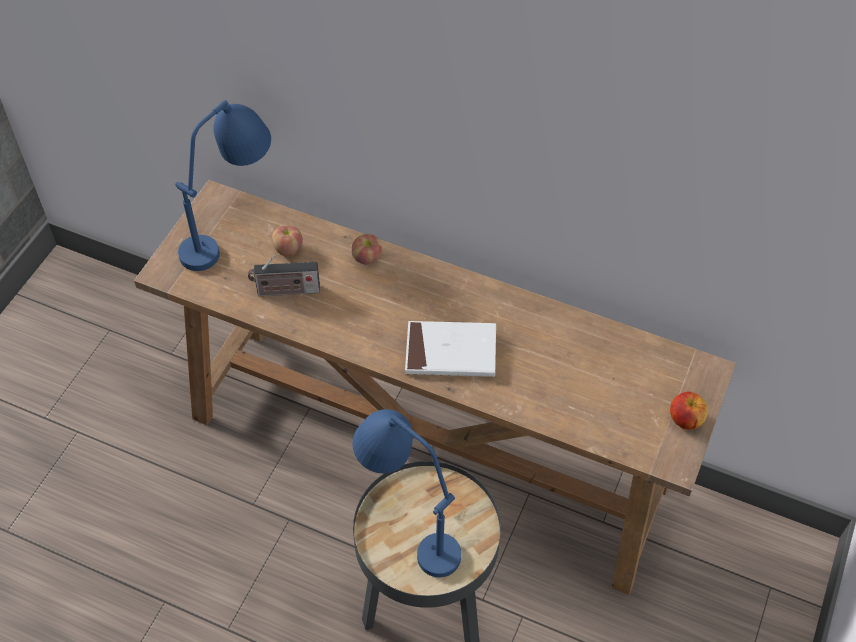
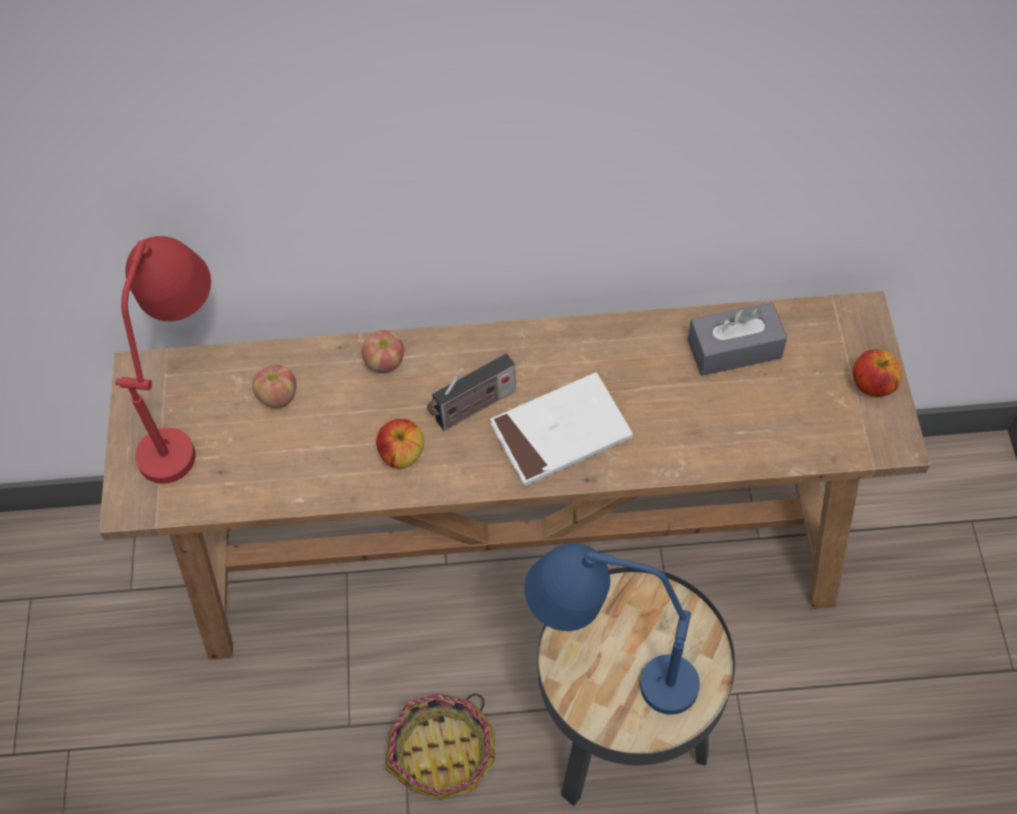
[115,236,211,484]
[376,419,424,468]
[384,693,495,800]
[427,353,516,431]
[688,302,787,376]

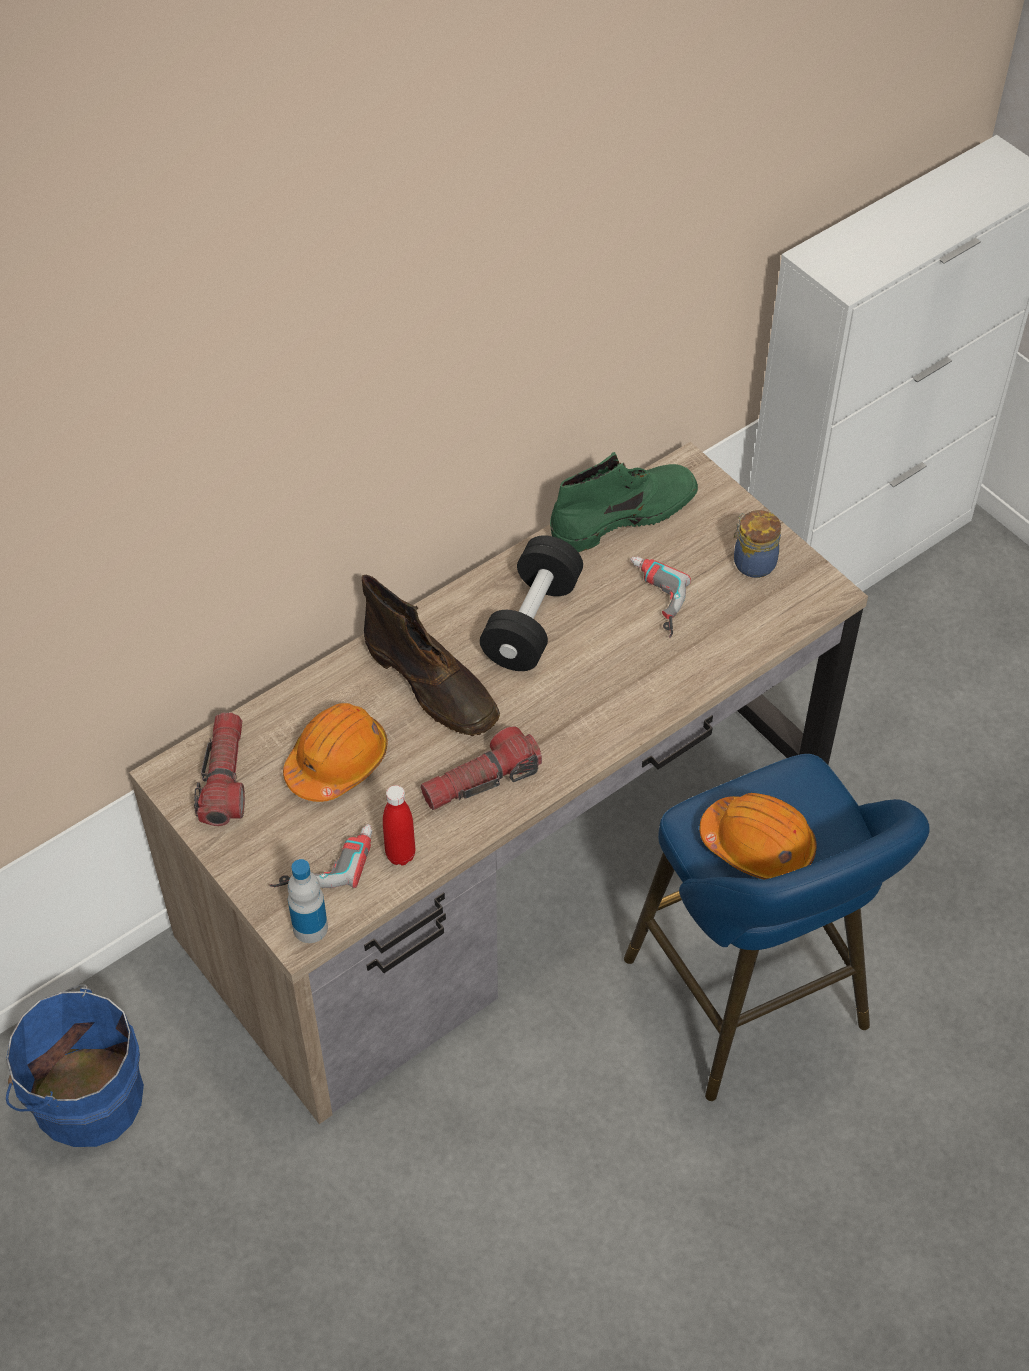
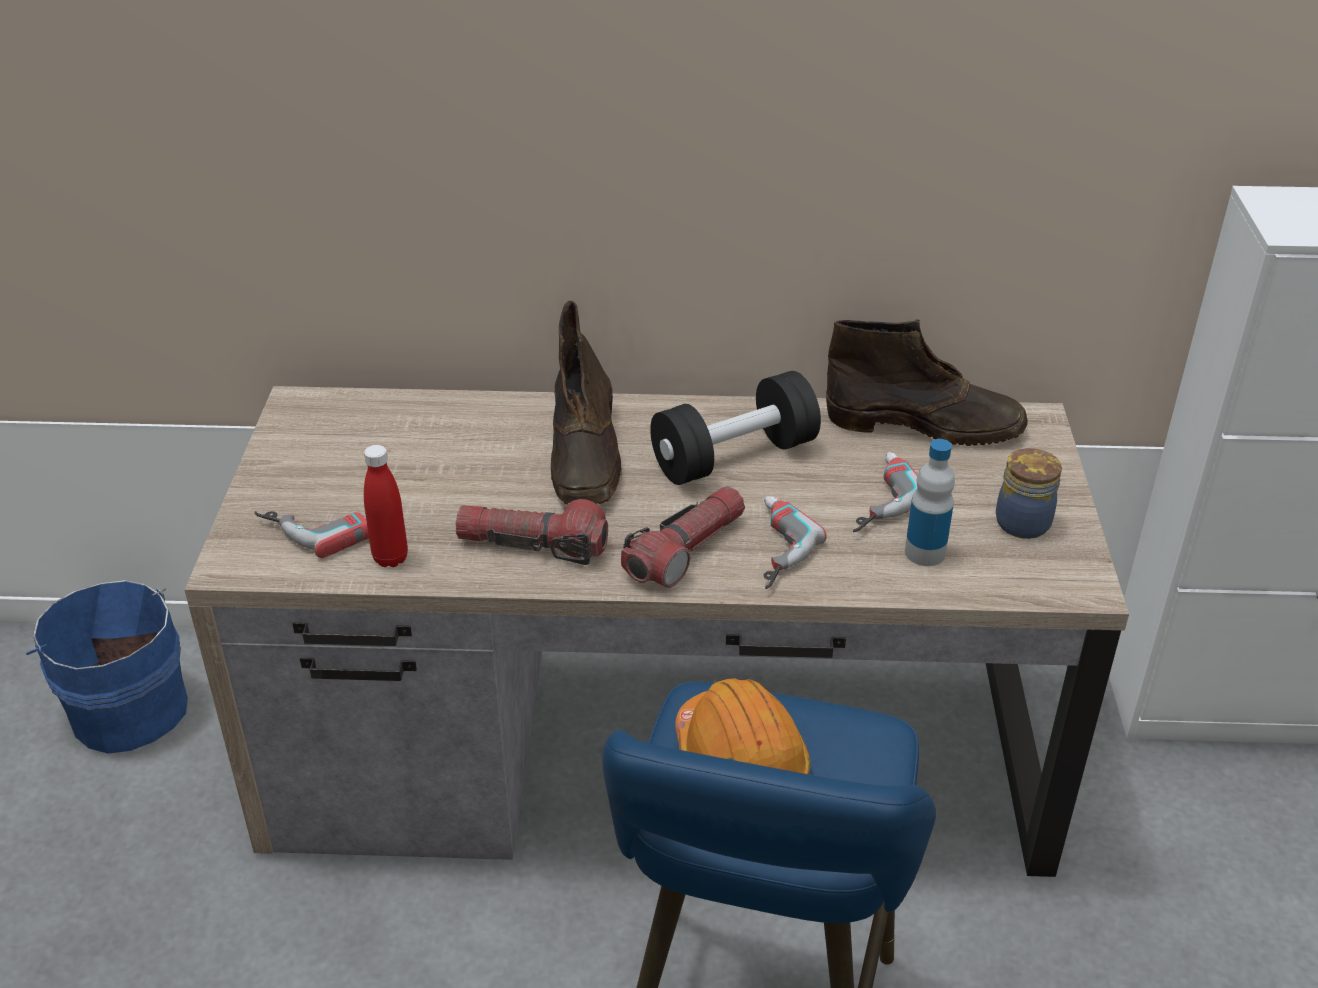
[621,486,745,588]
[763,496,826,589]
[826,319,1028,446]
[905,439,955,566]
[283,703,388,802] (first image)

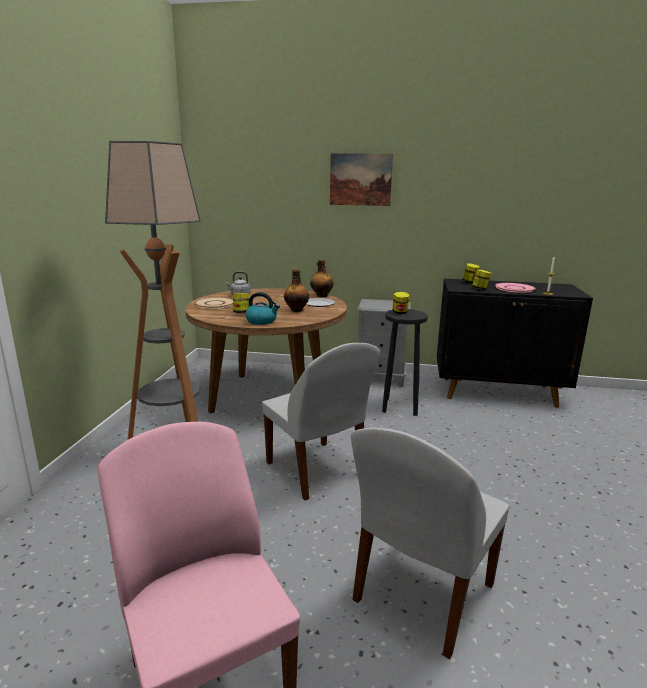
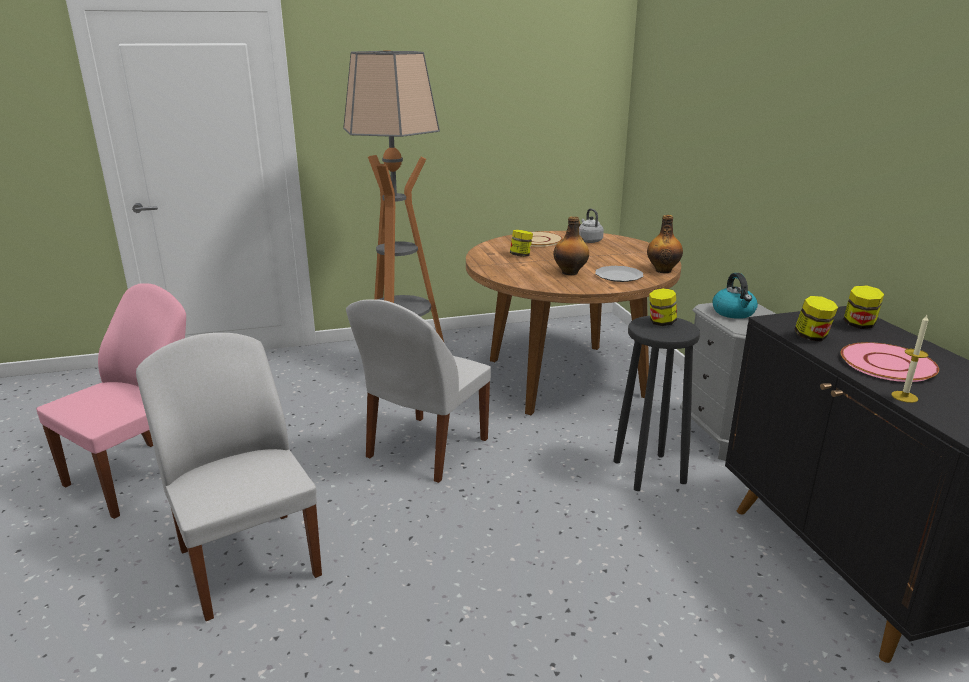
[136,333,322,621]
[713,273,758,319]
[330,153,393,206] (first image)

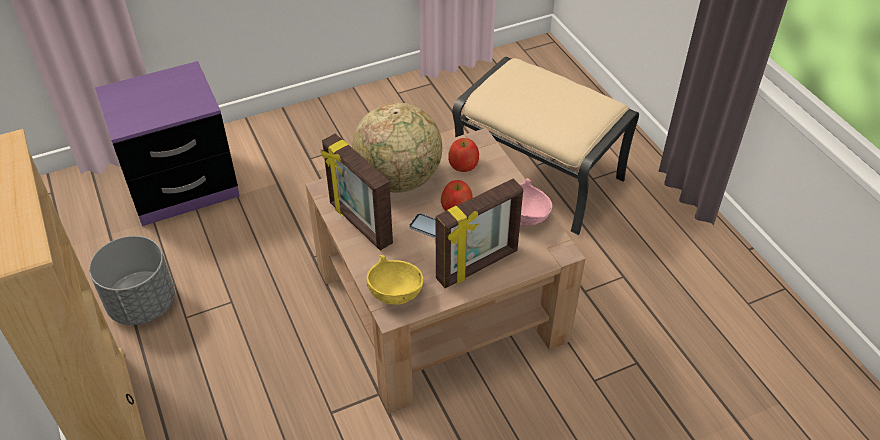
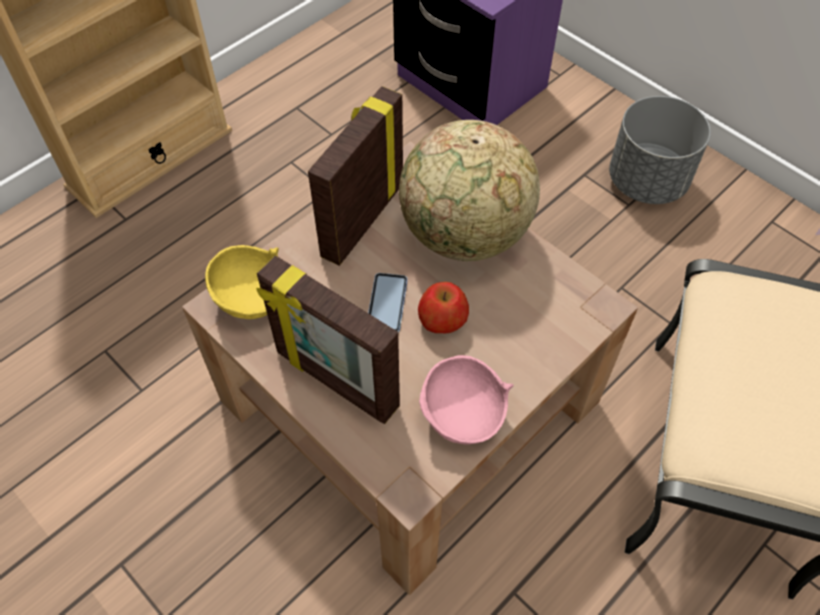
[609,96,711,204]
[448,138,479,172] (first image)

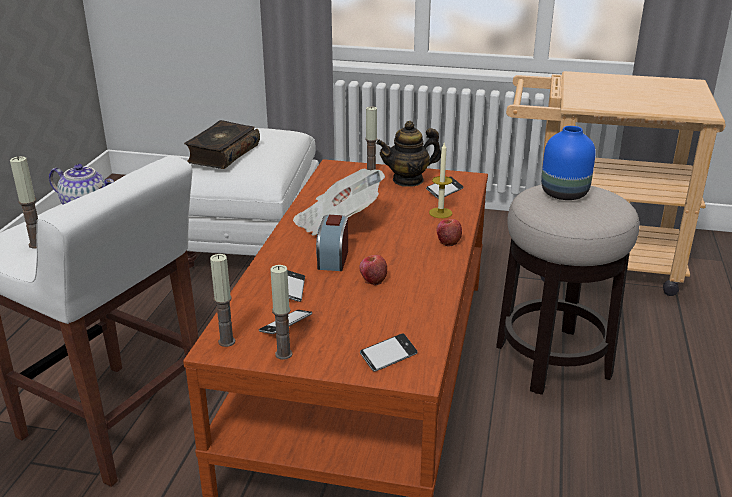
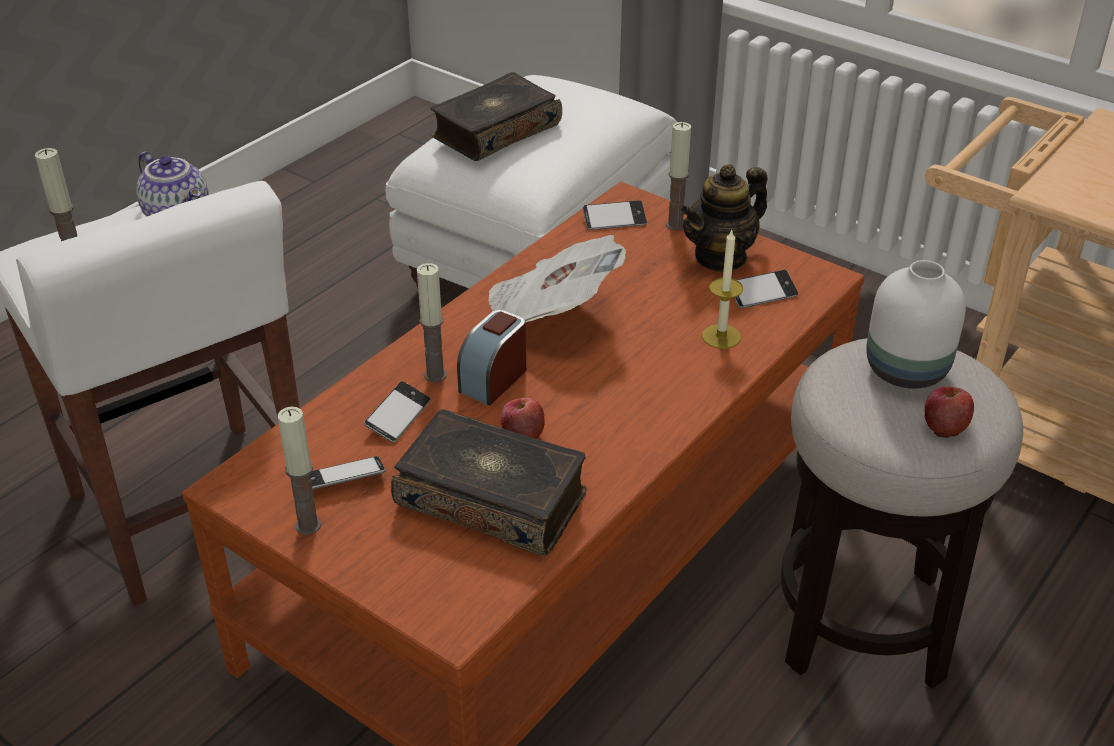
[391,409,587,556]
[417,263,447,383]
[583,200,647,230]
[680,164,768,272]
[866,260,966,389]
[924,387,974,438]

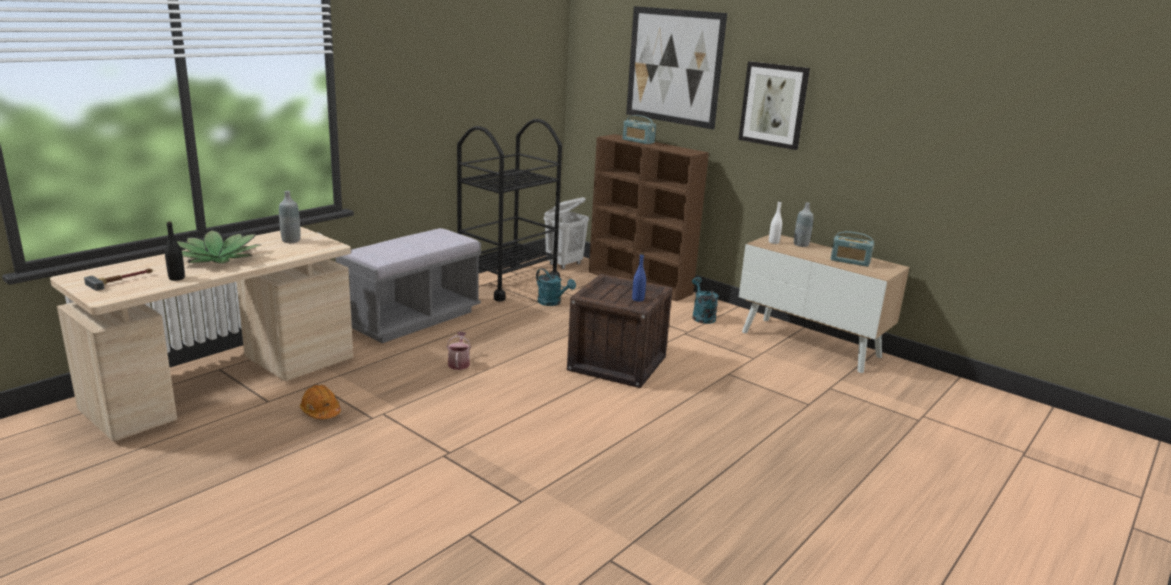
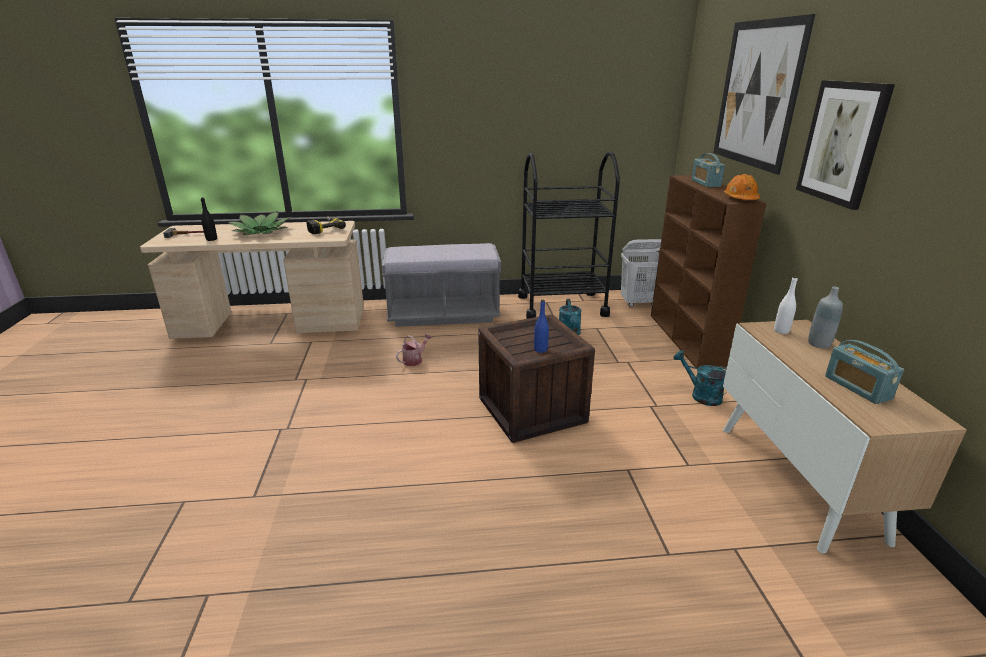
[306,216,346,234]
[673,350,727,406]
[724,174,760,200]

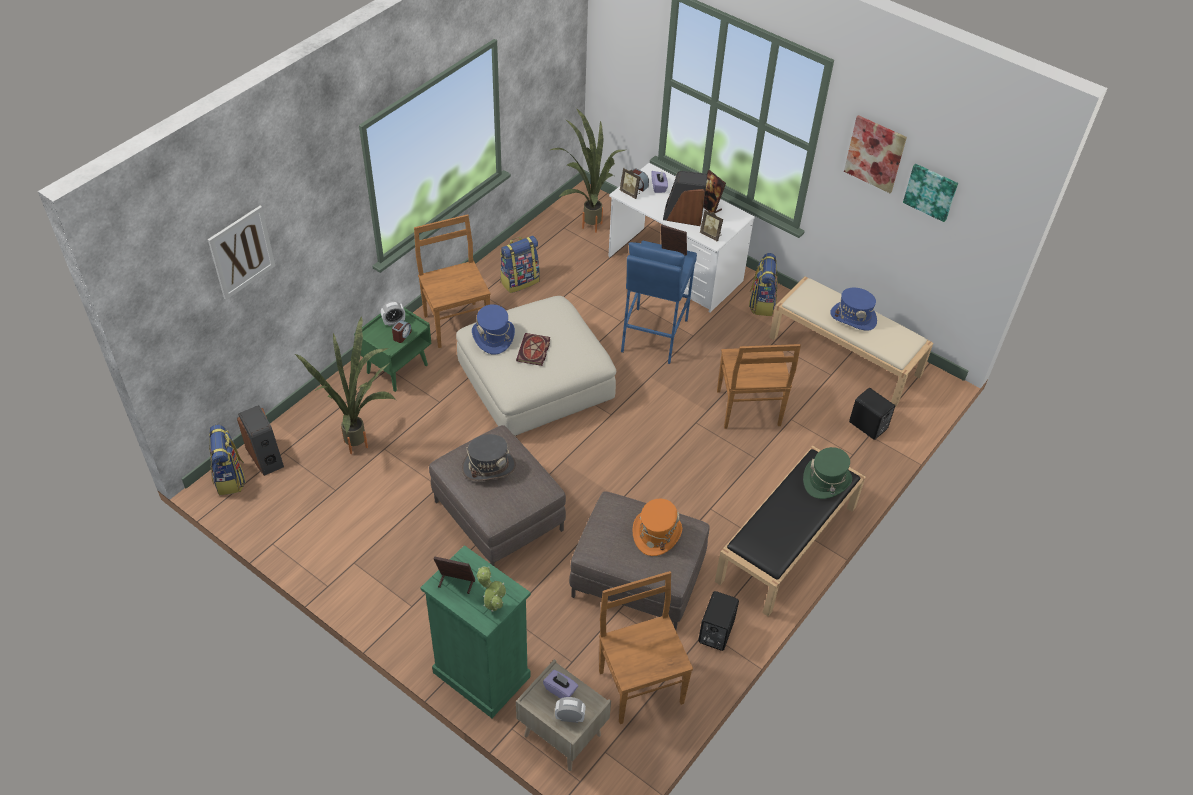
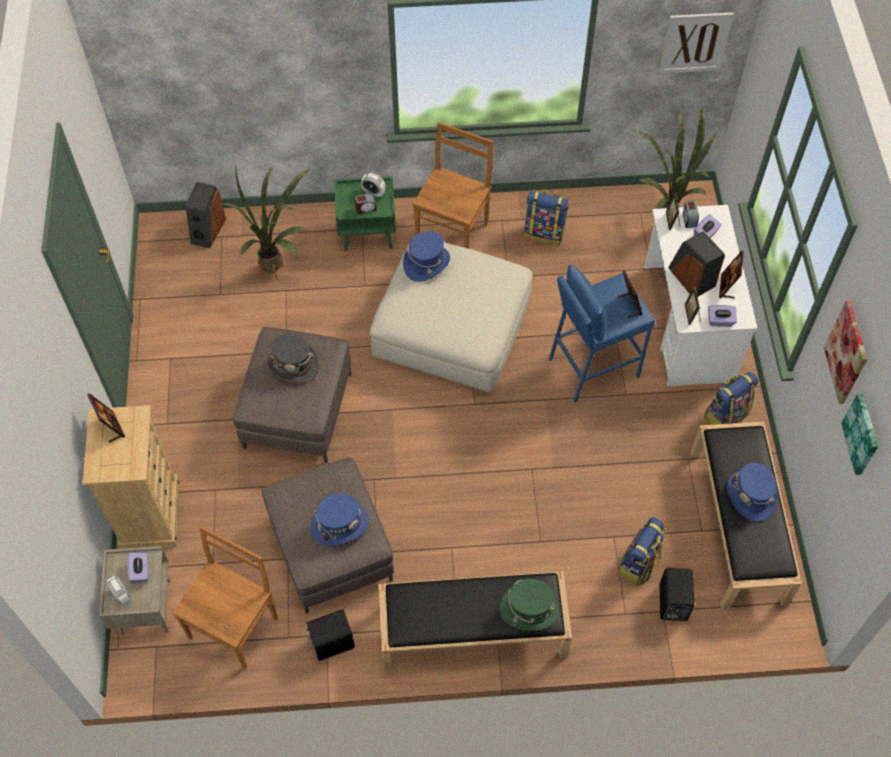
[83,405,179,549]
[311,493,369,545]
[618,517,666,586]
[659,12,734,73]
[691,421,802,610]
[708,305,737,327]
[477,566,506,612] (first image)
[516,333,550,366] (first image)
[717,344,801,429] (first image)

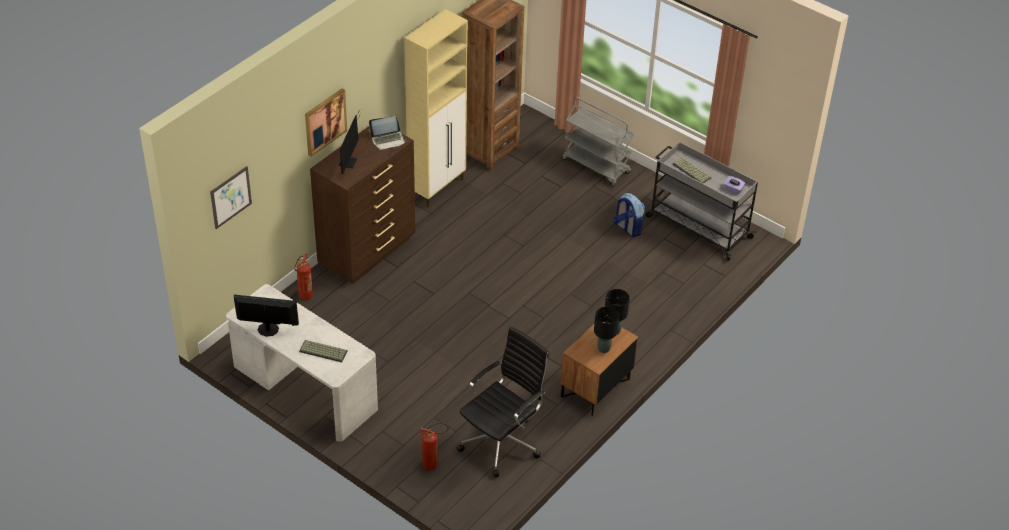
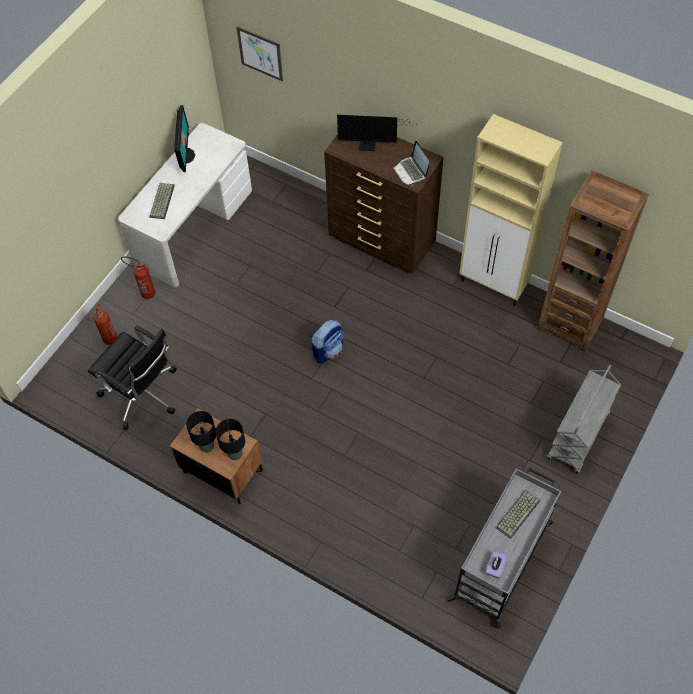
[121,256,155,299]
[311,320,344,363]
[305,88,347,157] (first image)

